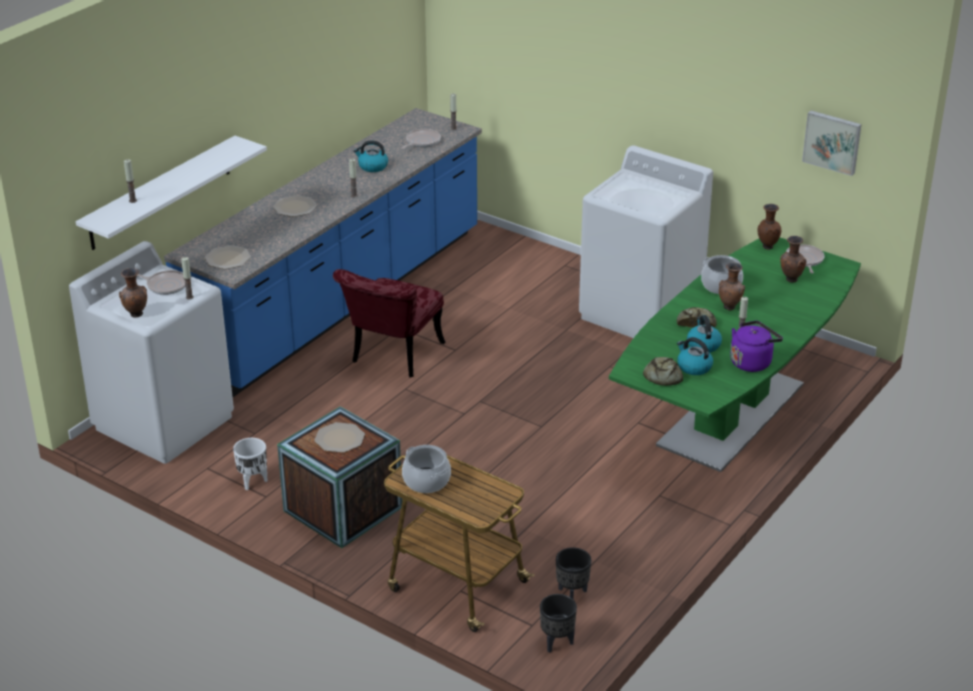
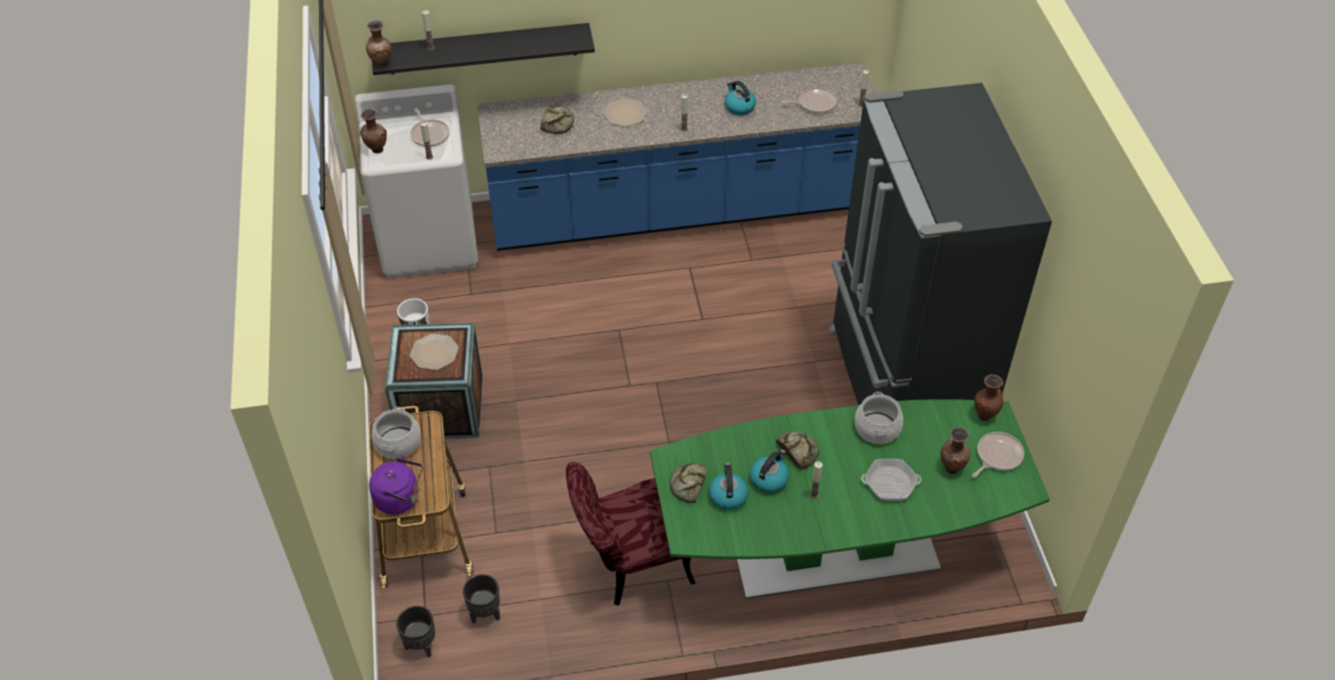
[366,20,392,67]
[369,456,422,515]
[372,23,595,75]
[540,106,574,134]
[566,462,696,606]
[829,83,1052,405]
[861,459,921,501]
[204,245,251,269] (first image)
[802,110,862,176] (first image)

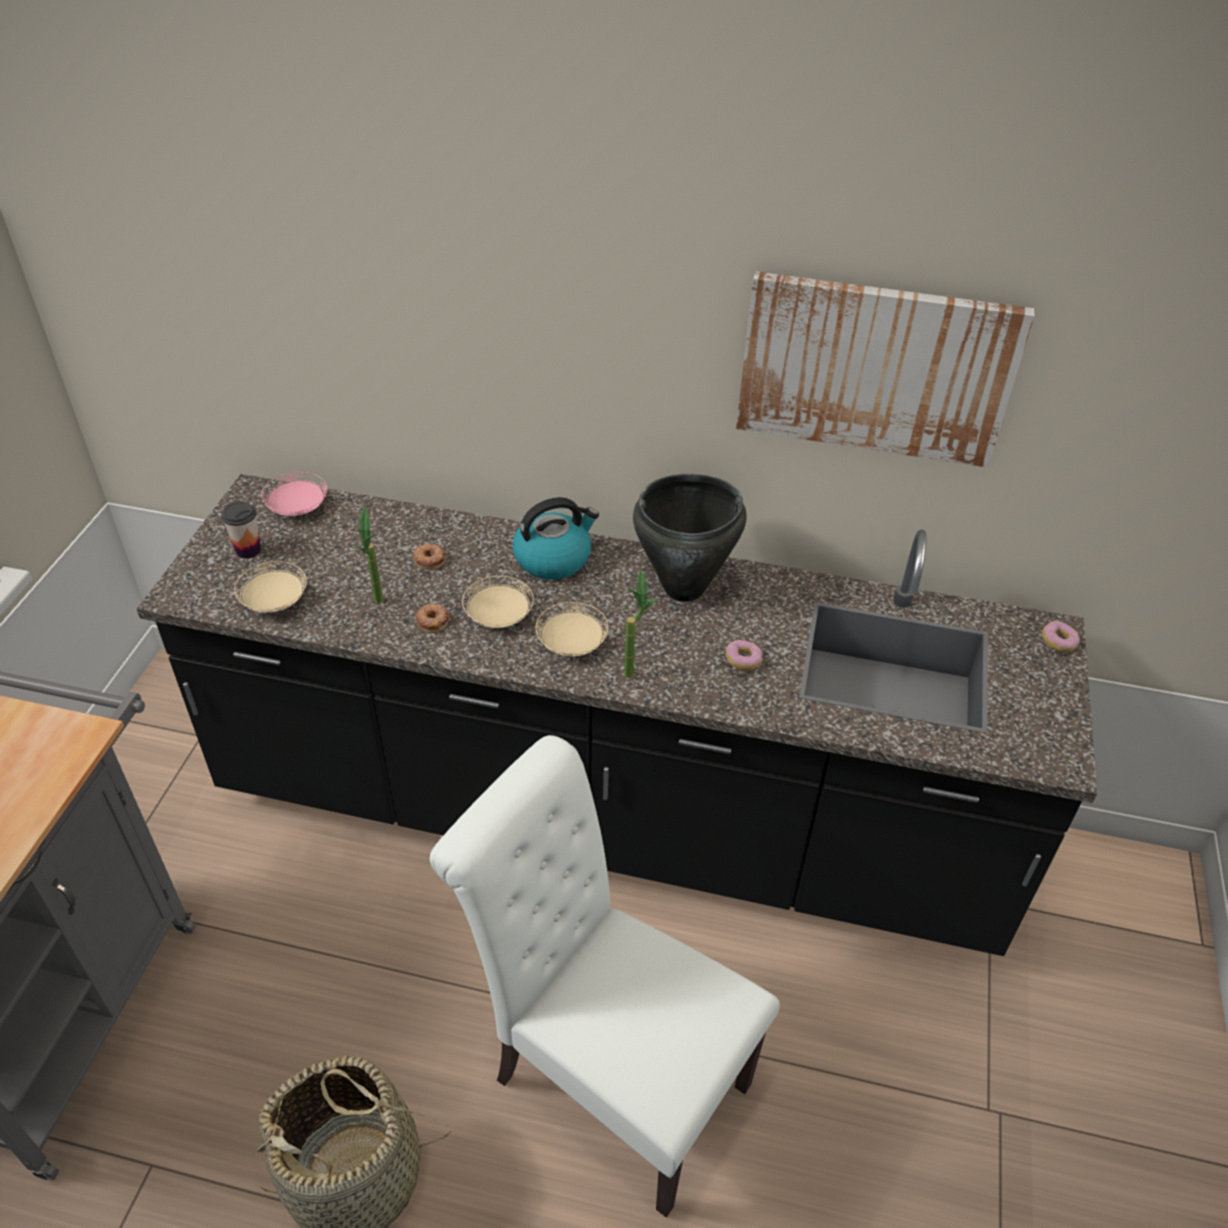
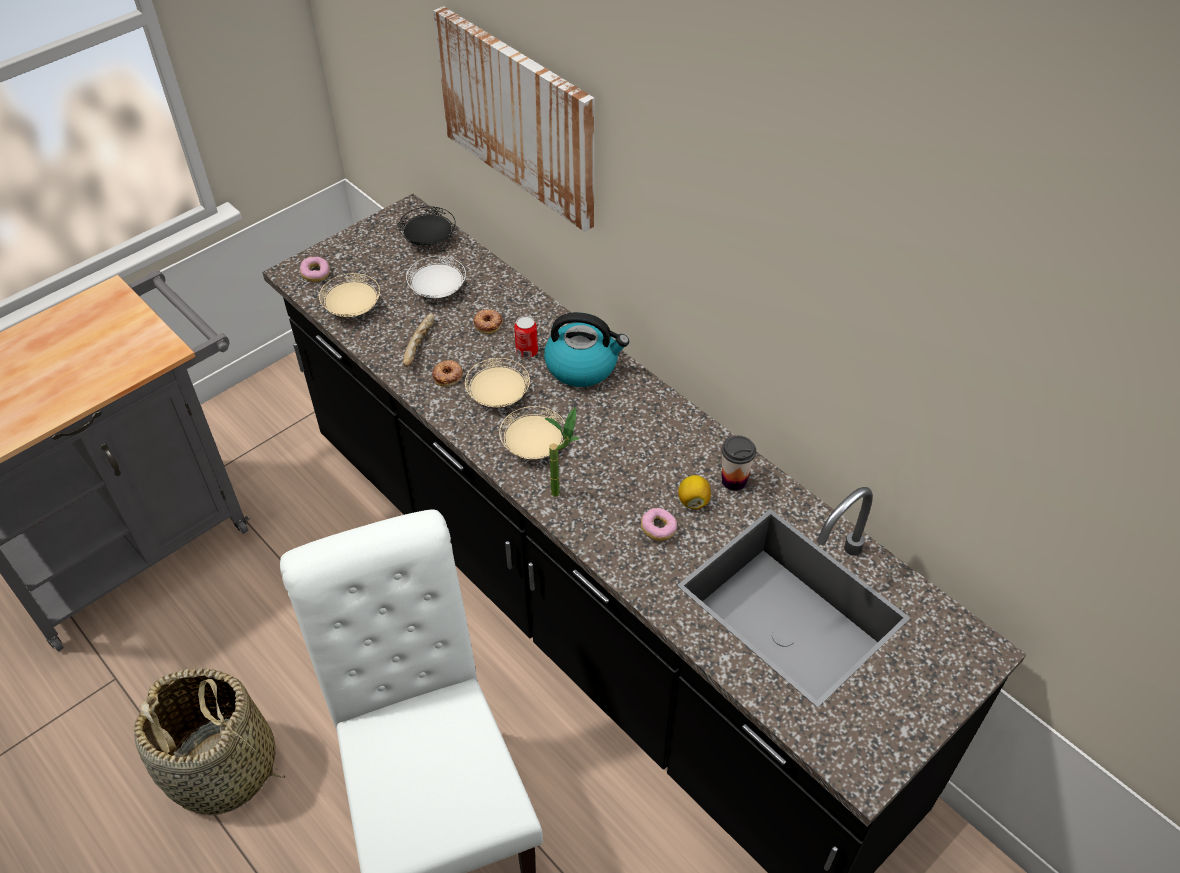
[300,257,330,282]
[398,206,456,246]
[403,314,435,367]
[406,256,466,298]
[434,6,595,232]
[514,316,538,358]
[678,475,711,509]
[722,436,756,491]
[633,474,746,602] (first image)

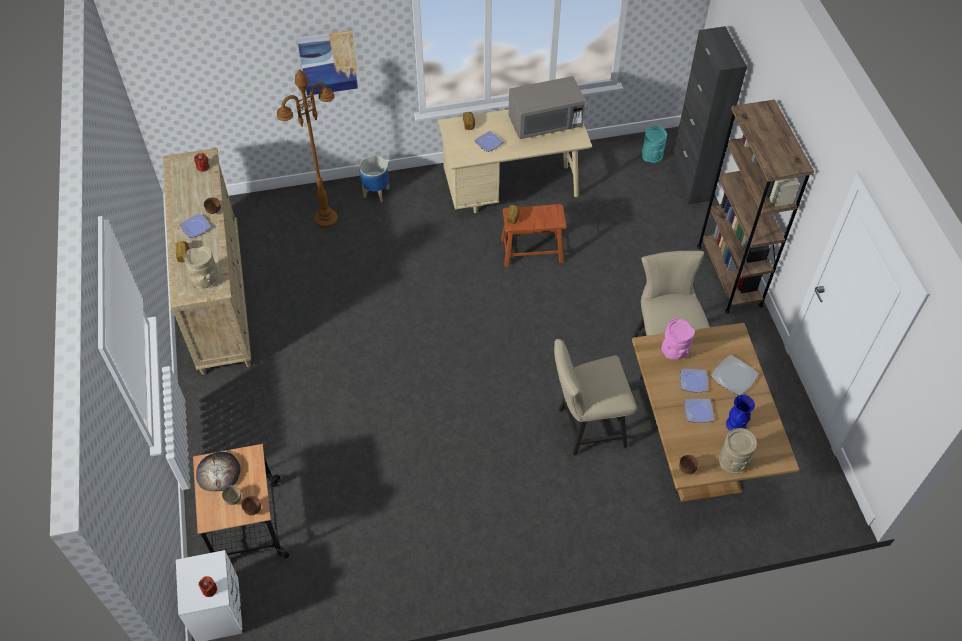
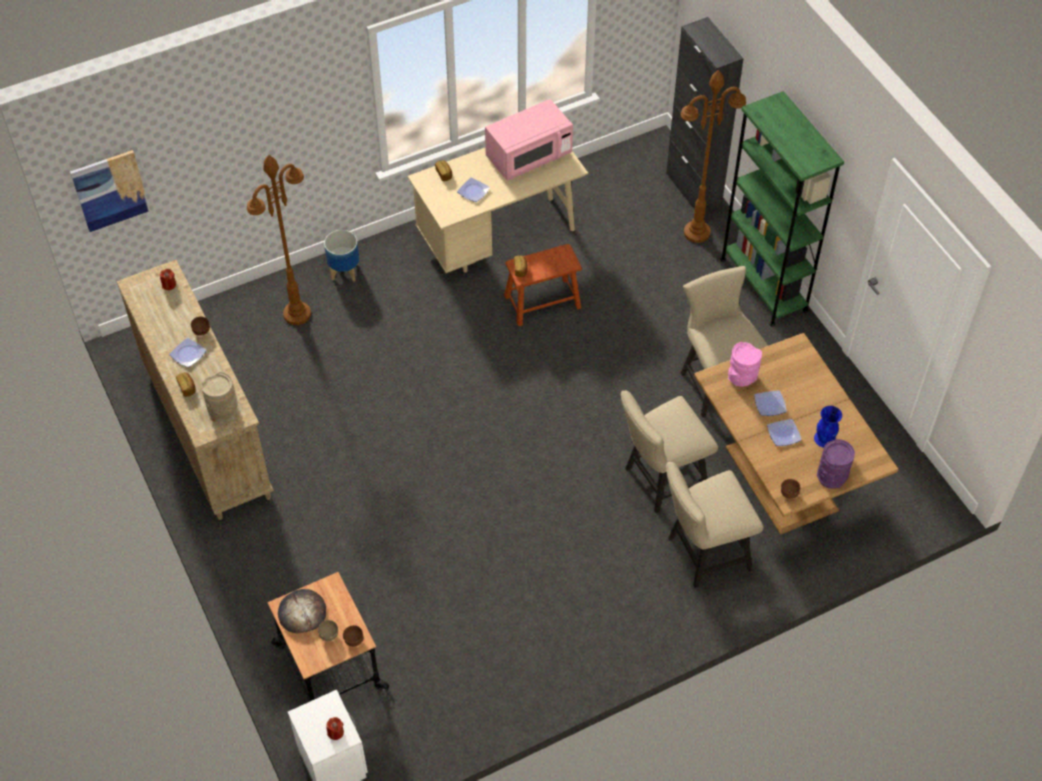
[70,150,150,232]
[485,99,573,180]
[666,462,763,588]
[681,70,746,243]
[720,91,844,327]
[817,439,855,489]
[642,126,667,164] (first image)
[711,355,759,395] (first image)

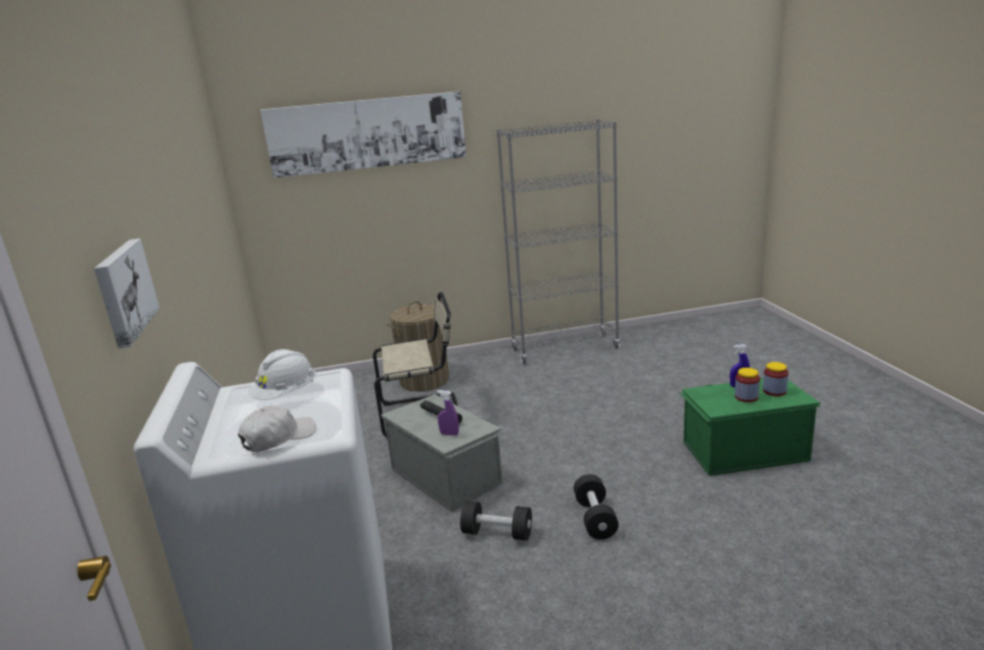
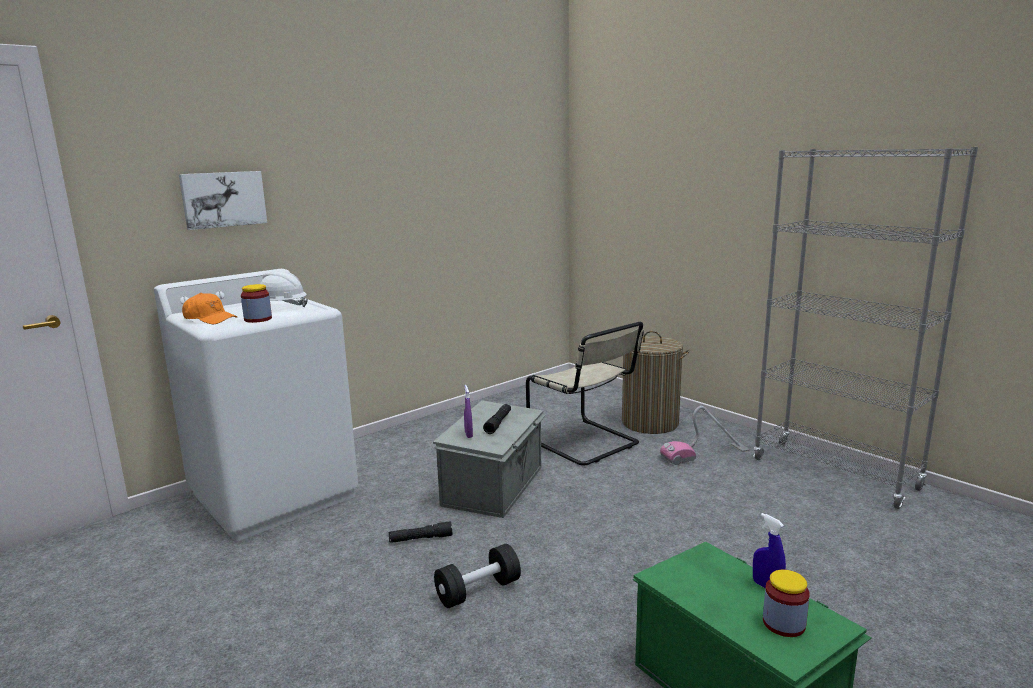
[182,293,237,324]
[241,284,272,323]
[389,521,452,543]
[660,406,749,465]
[260,91,466,178] (first image)

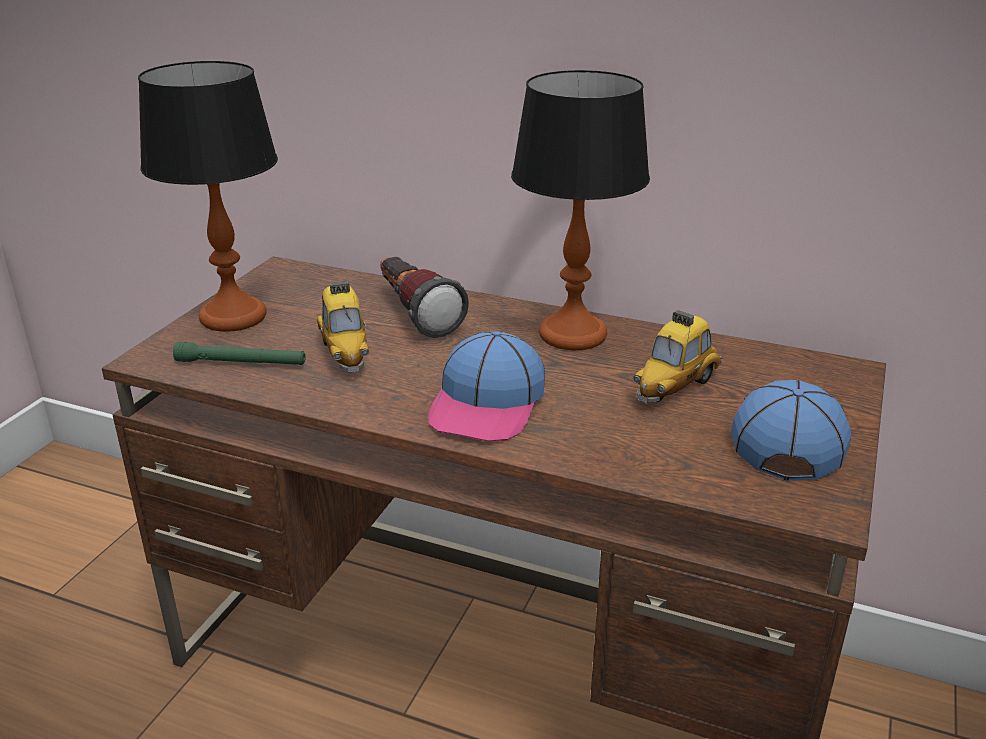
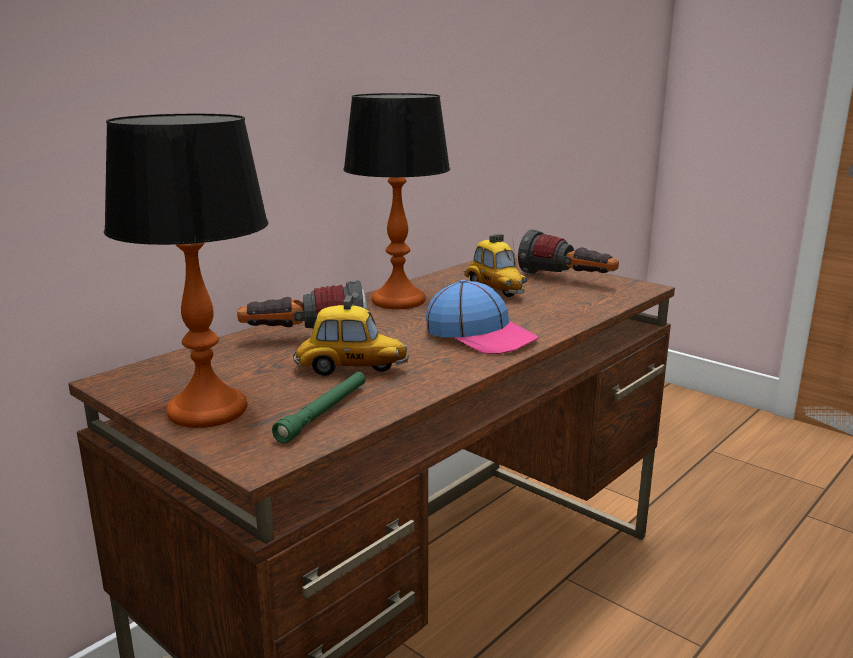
[518,229,619,274]

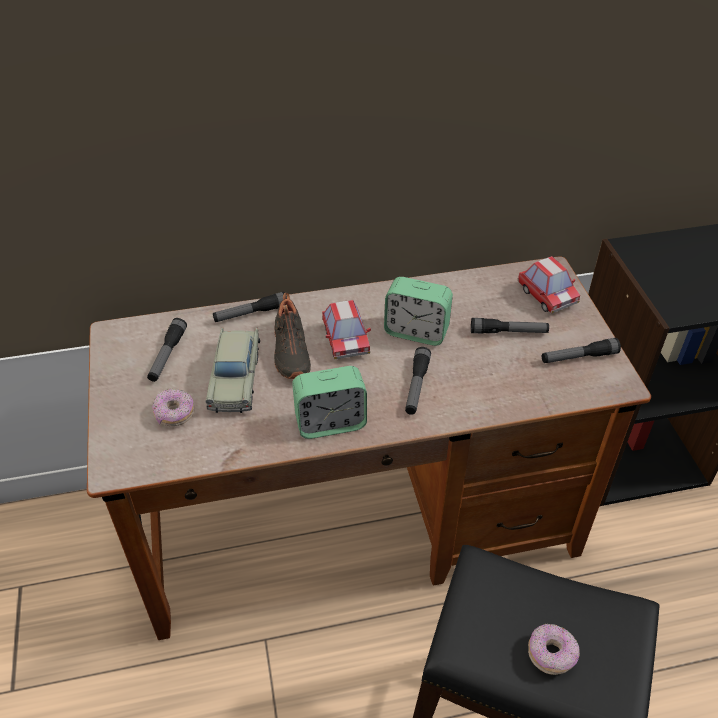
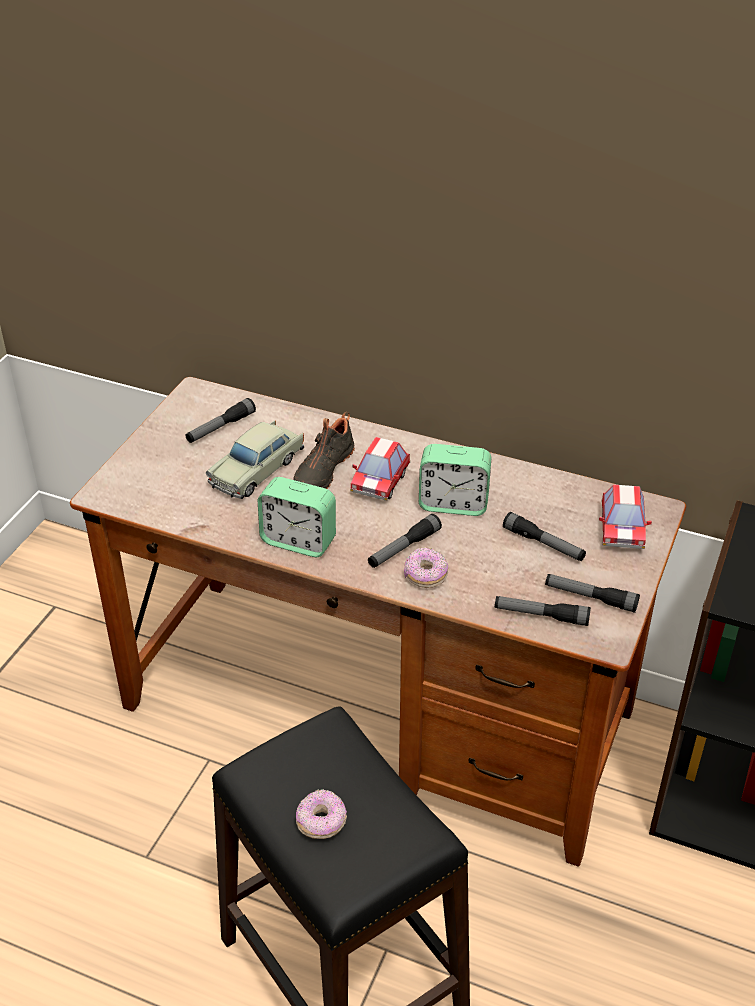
[404,547,449,588]
[419,444,491,516]
[495,596,591,626]

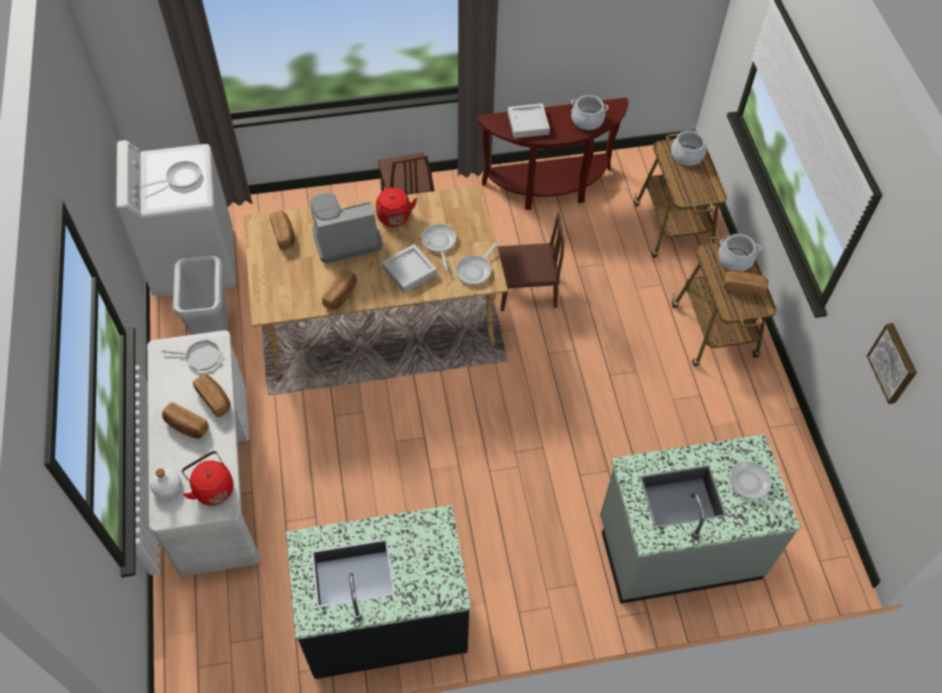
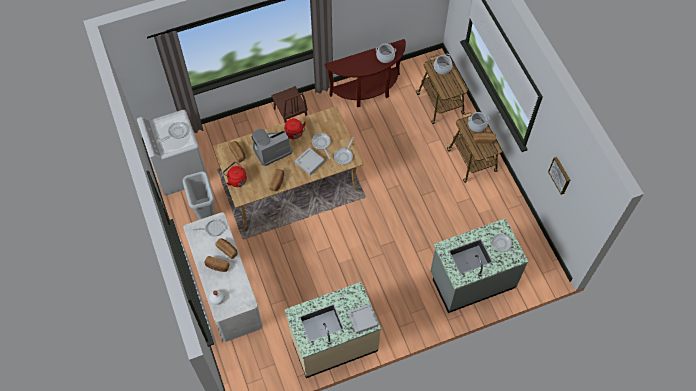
[223,162,247,187]
[284,282,381,378]
[348,304,378,334]
[497,212,565,311] (first image)

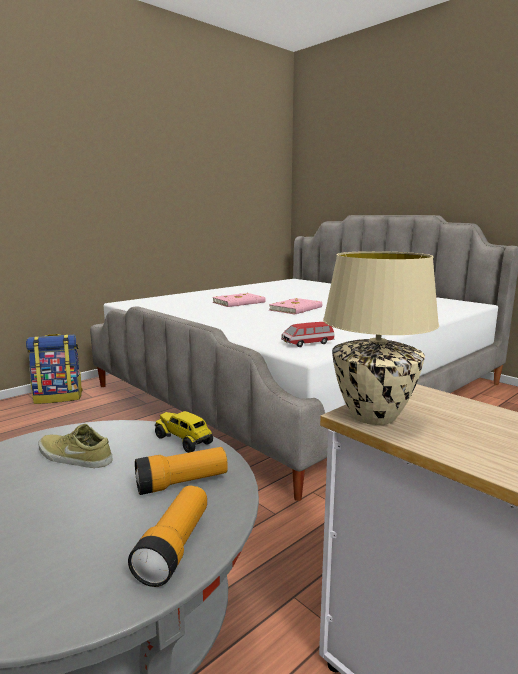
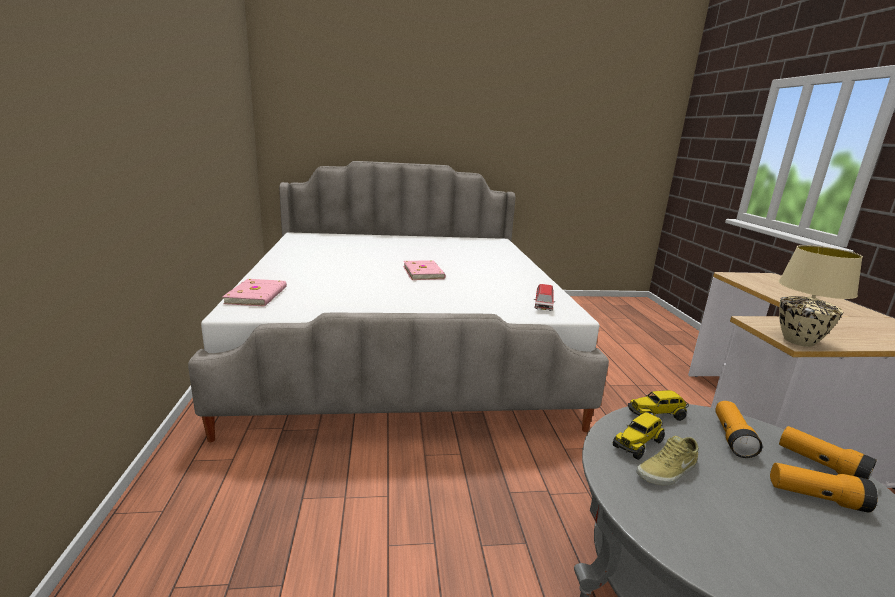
[222,279,287,306]
[613,412,665,460]
[770,463,878,513]
[26,334,83,404] (first image)

